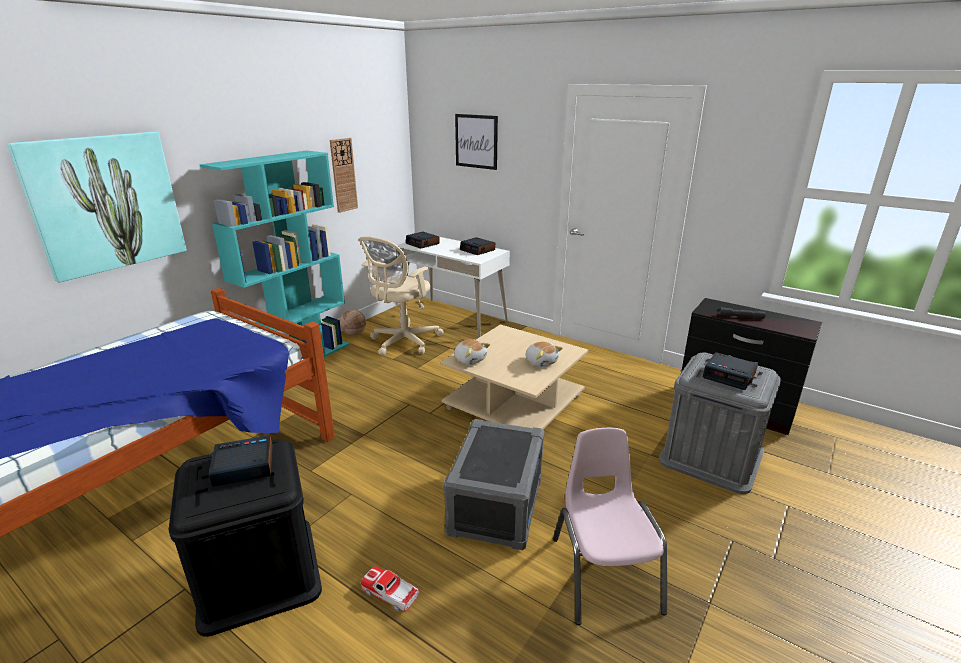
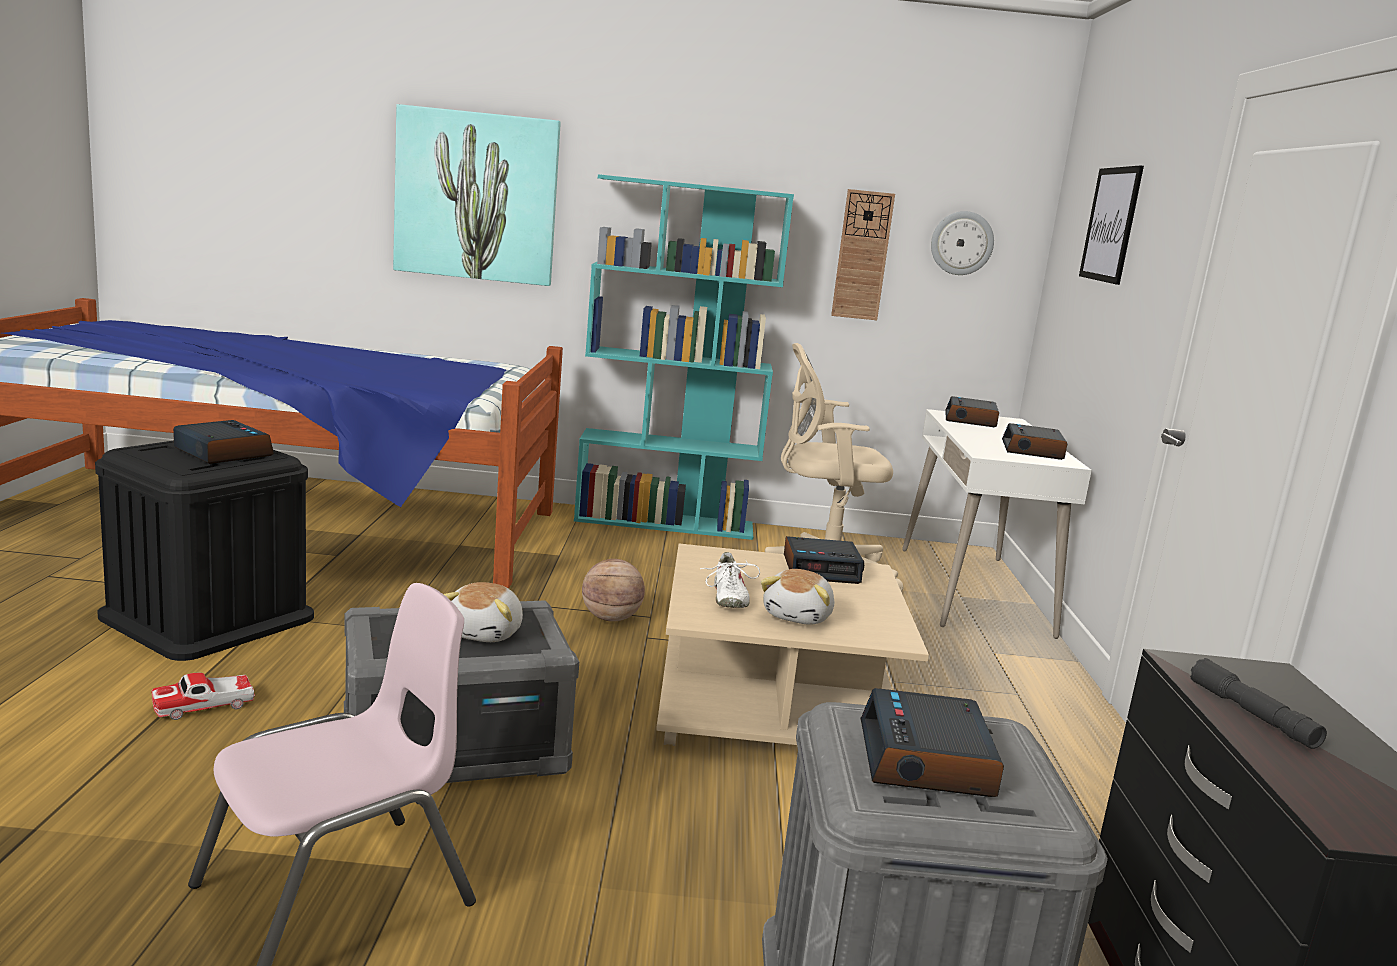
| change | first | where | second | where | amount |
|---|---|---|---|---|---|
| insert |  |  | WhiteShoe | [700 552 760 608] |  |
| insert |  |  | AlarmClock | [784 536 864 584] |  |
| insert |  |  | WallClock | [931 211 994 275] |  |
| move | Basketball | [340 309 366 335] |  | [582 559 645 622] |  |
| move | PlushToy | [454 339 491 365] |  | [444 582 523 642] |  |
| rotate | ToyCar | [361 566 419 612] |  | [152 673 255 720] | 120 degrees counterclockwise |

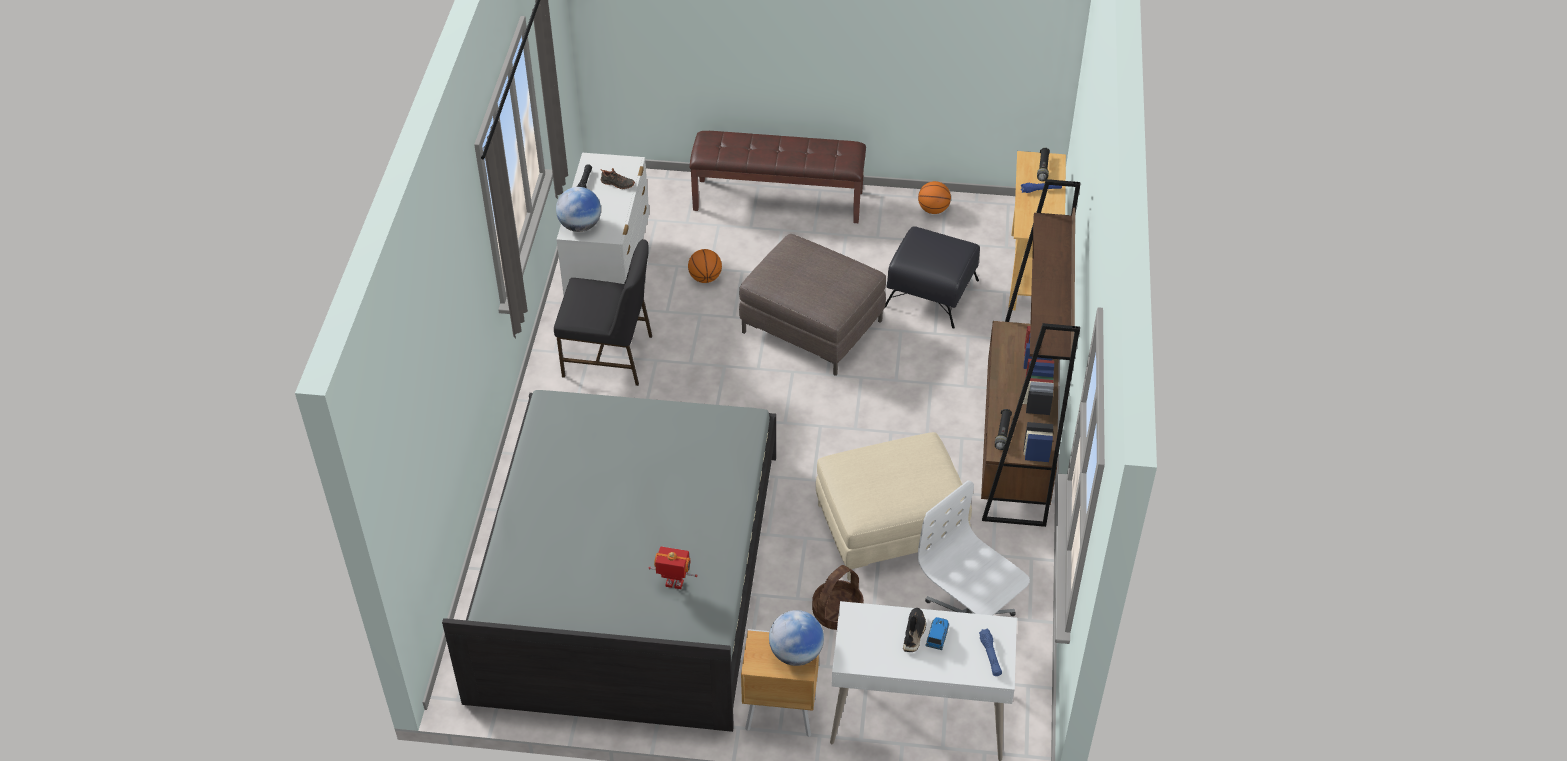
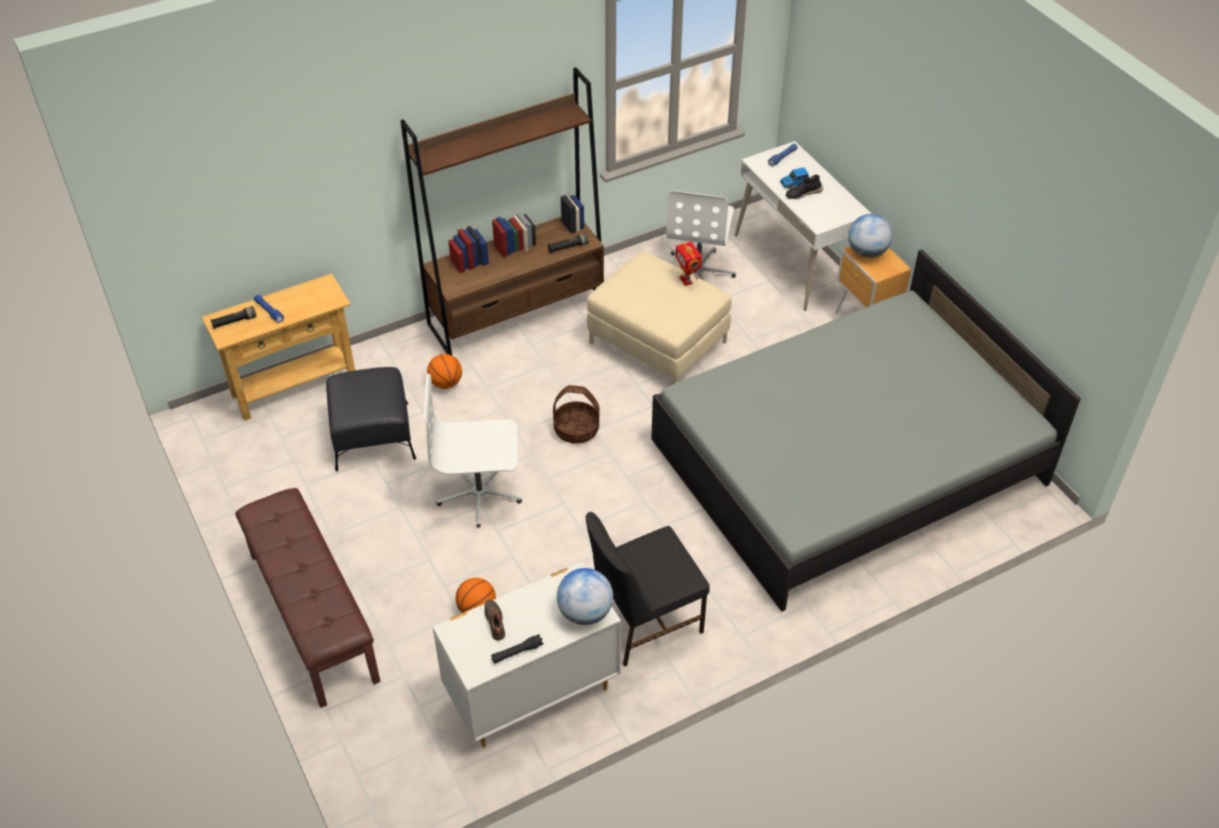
| change | first | where | second | where | amount |
|---|---|---|---|---|---|
| move | ToyRobot | [649 546 698 589] |  | [676 242 702 286] |  |
| move | Basket | [812 565 864 630] |  | [553 385 599 444] |  |
| move | Basketball | [918 181 951 214] |  | [427 354 462 389] |  |
| replace | BrownOttoman | [739 234 886 376] | WhiteOfficeChair | [424 374 522 528] |  |
| rotate | BlackChair | [554 239 652 386] |  | [586 512 710 667] | 90 degrees counterclockwise |

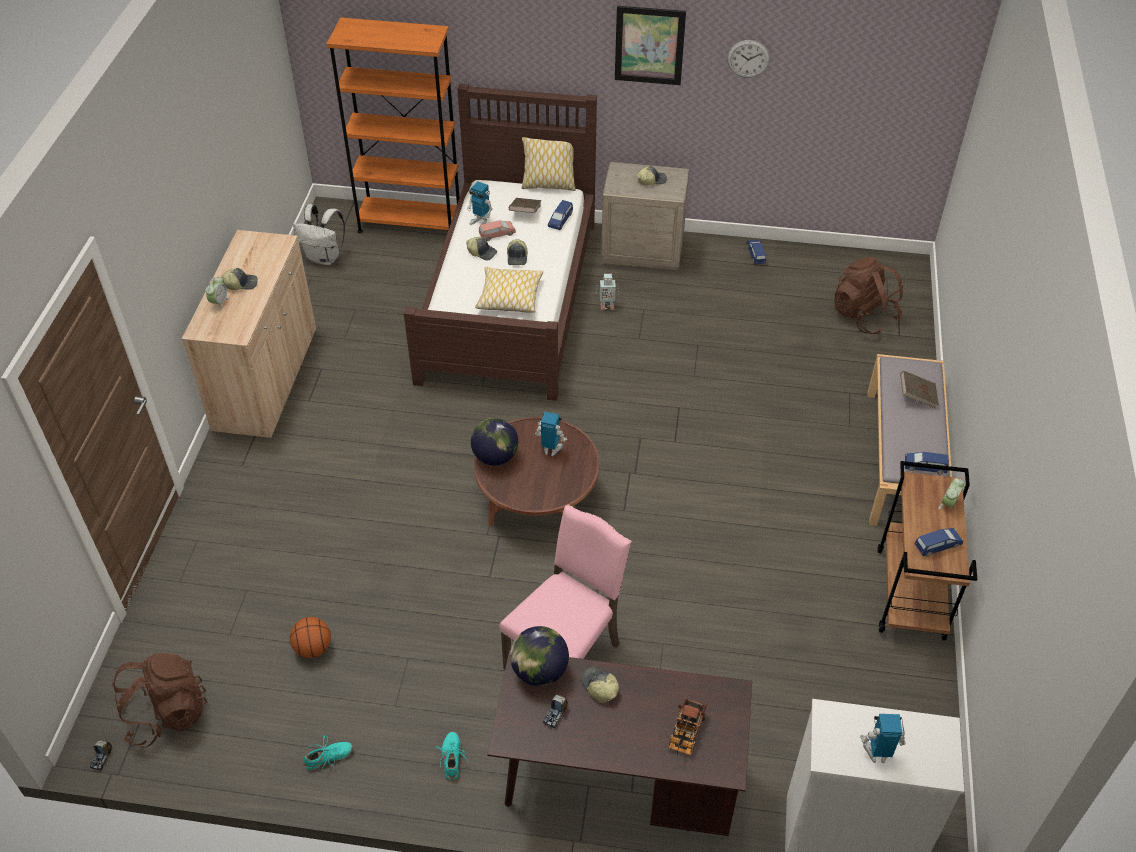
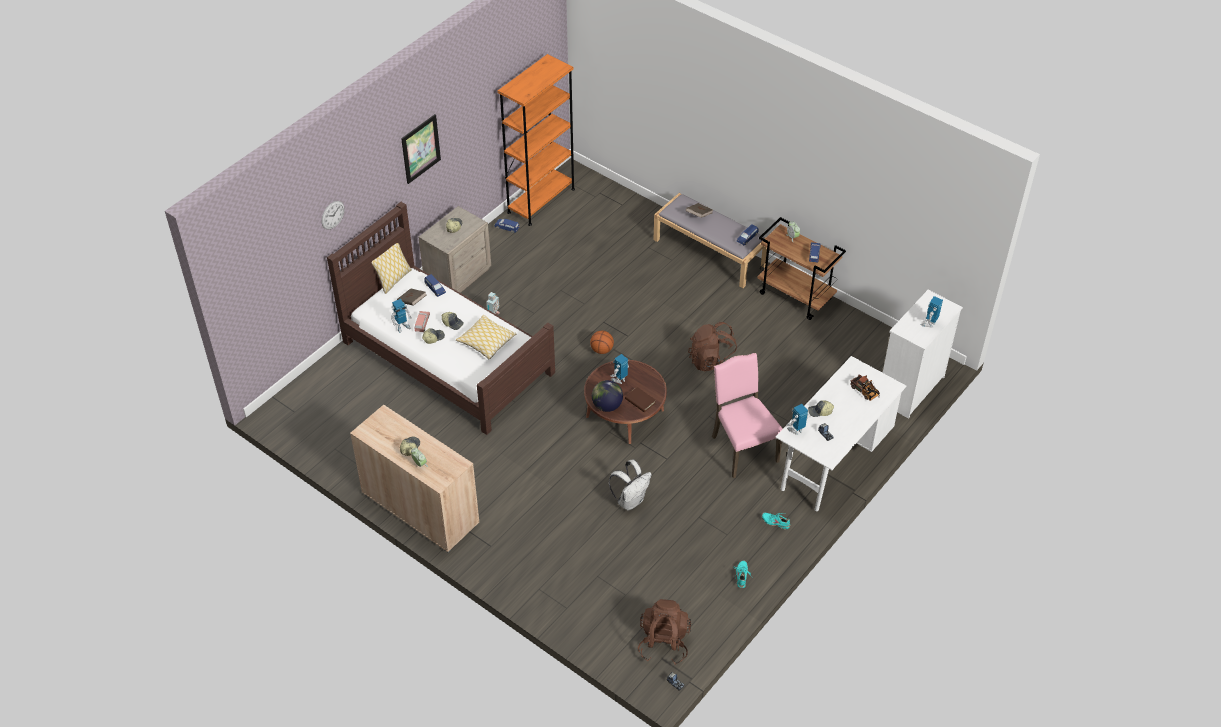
| change | first | where | second | where | amount |
|---|---|---|---|---|---|
| insert |  |  | BrownBook | [625 387 656 412] |  |
| move | Basketball | [290 617 331 658] |  | [590 331 614 354] |  |
| move | WhiteBackpack | [293 204 345 265] |  | [609 460 652 511] |  |
| move | OrangeBookcase | [326 17 460 233] |  | [498 54 575 226] |  |
| move | WallClock | [727 40 770 78] |  | [321 201 345 229] |  |
| move | BrownBackpack | [834 257 903 334] |  | [688 322 737 371] |  |
| replace | Globe | [510 626 569 686] | ToyRobot | [787 404 808 435] |  |
| recolor | BrownDesk | [487 649 752 836] | WhiteDesk | [775 356 907 511] |  |

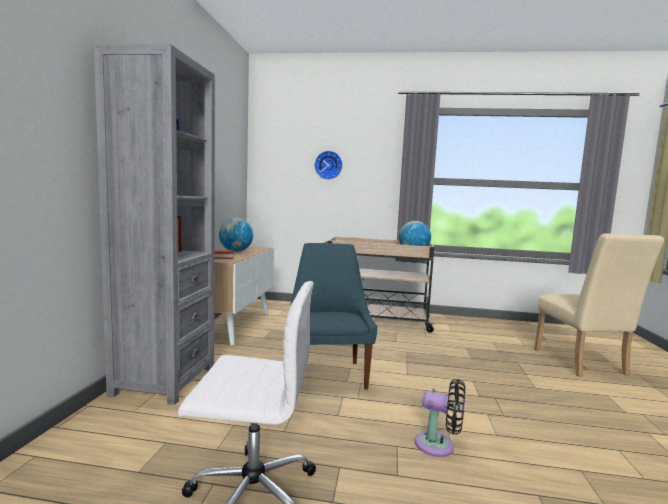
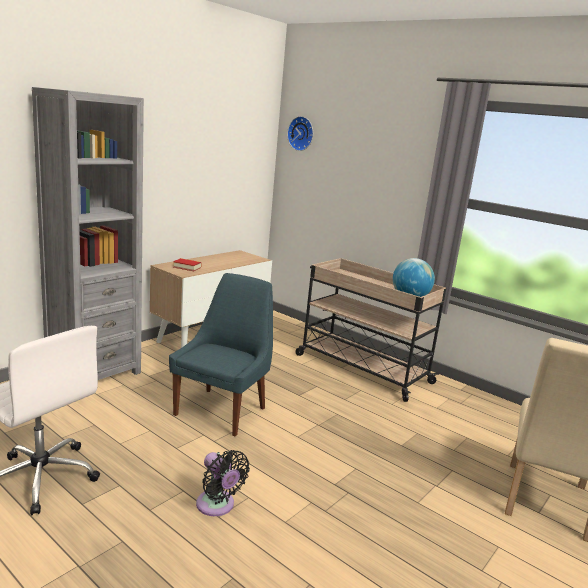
| change | first | where | second | where | amount |
|---|---|---|---|---|---|
| delete | Globe | [219 218 253 252] |  |  |  |
| move | WallClock | [314 151 343 180] |  | [287 116 313 151] |  |

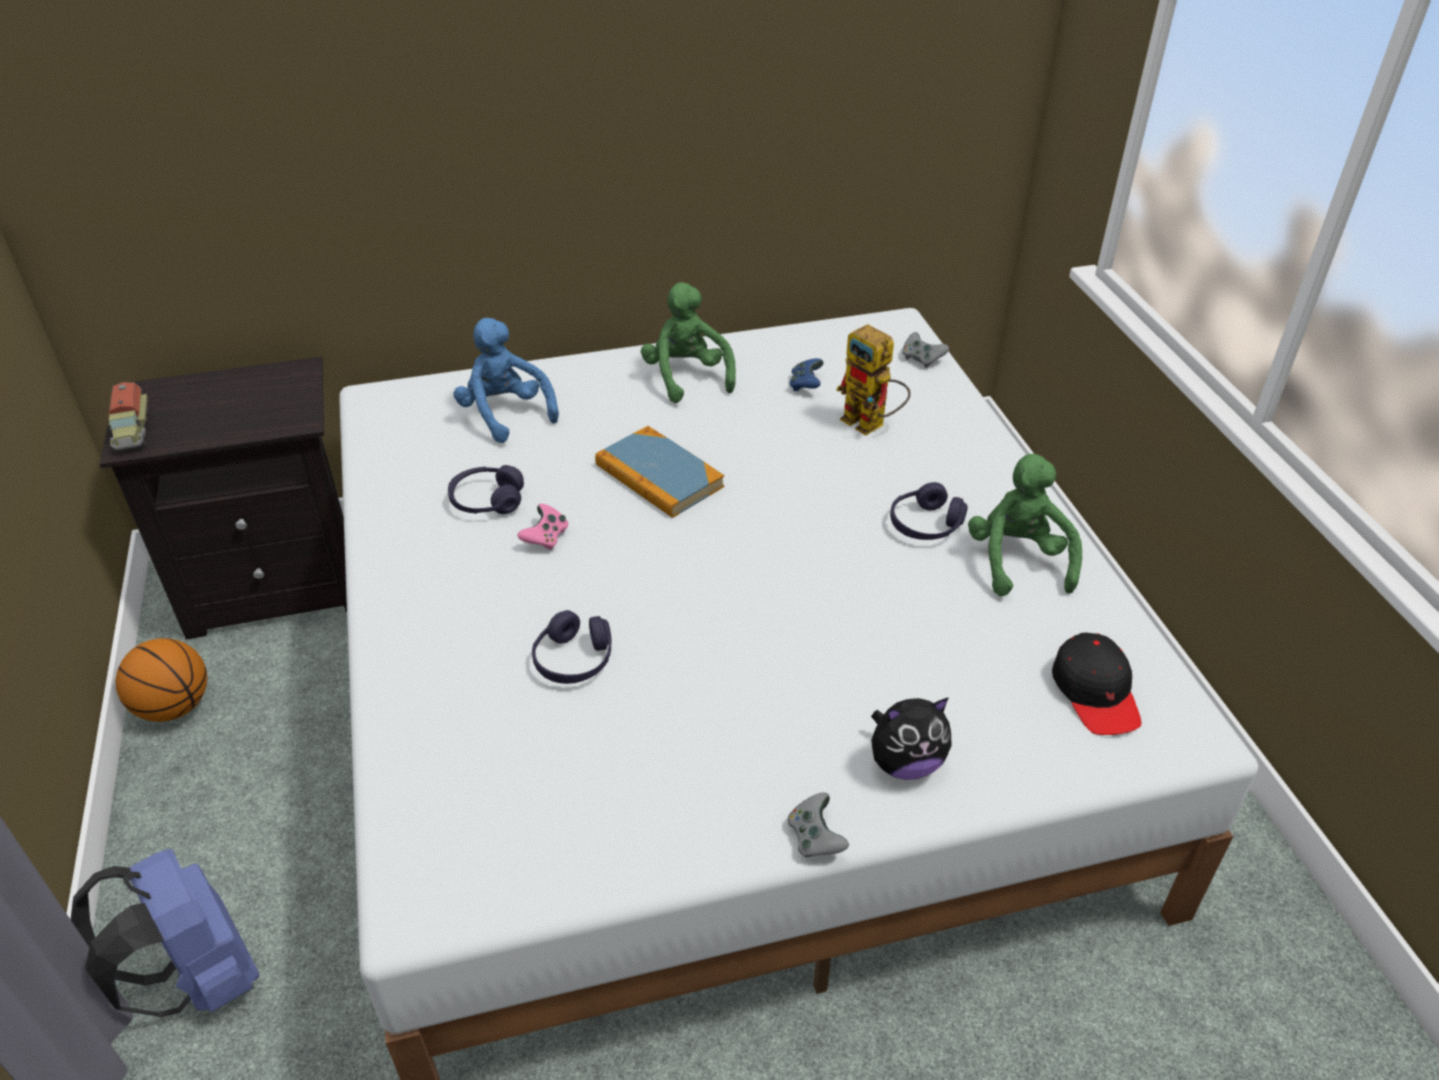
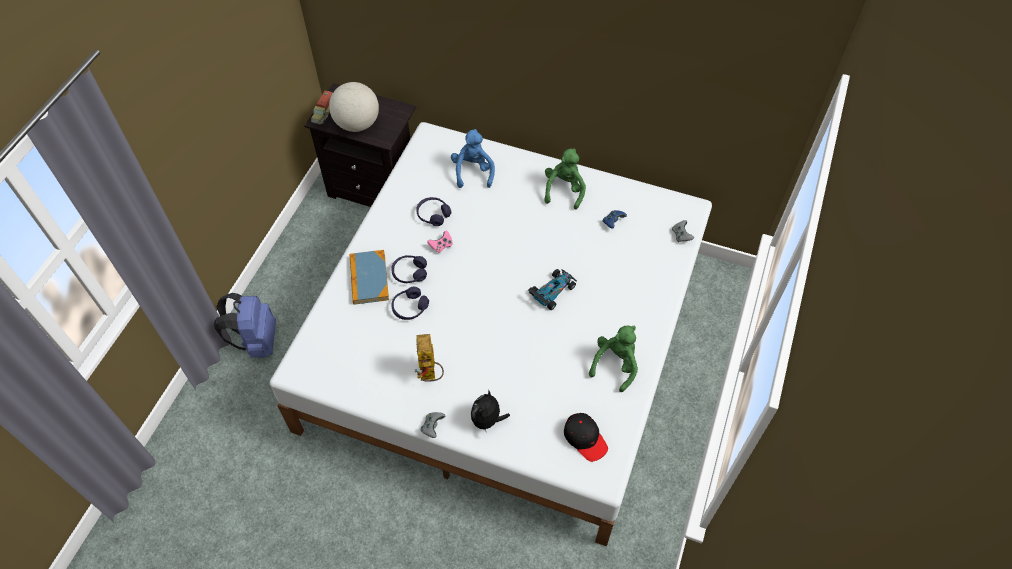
| change | first | where | second | where | amount |
|---|---|---|---|---|---|
| delete | Basketball | [116 638 207 722] |  |  |  |
| insert |  |  | Globe | [329 82 379 132] |  |
| insert |  |  | ToyCar | [528 269 577 310] |  |
| move | Book | [595 426 724 518] |  | [350 250 389 305] |  |
| move | ToyRobot | [837 324 911 435] |  | [414 334 444 382] |  |
| move | PurpleHeadphones | [890 482 968 540] |  | [391 255 427 283] |  |
| rotate | PlushToy | [871 697 952 780] |  | [471 390 510 433] | 90 degrees clockwise |
| rotate | BlackCap | [1052 633 1141 735] |  | [564 413 608 462] | 60 degrees counterclockwise |

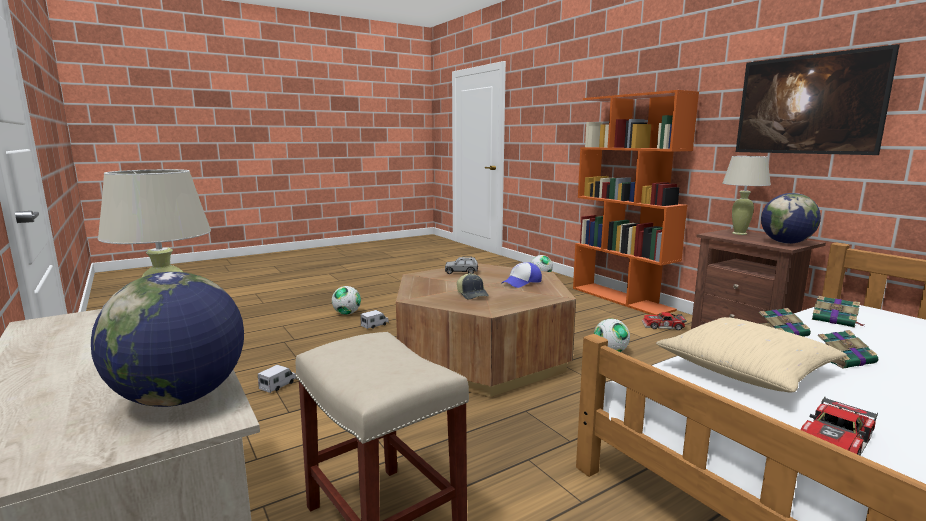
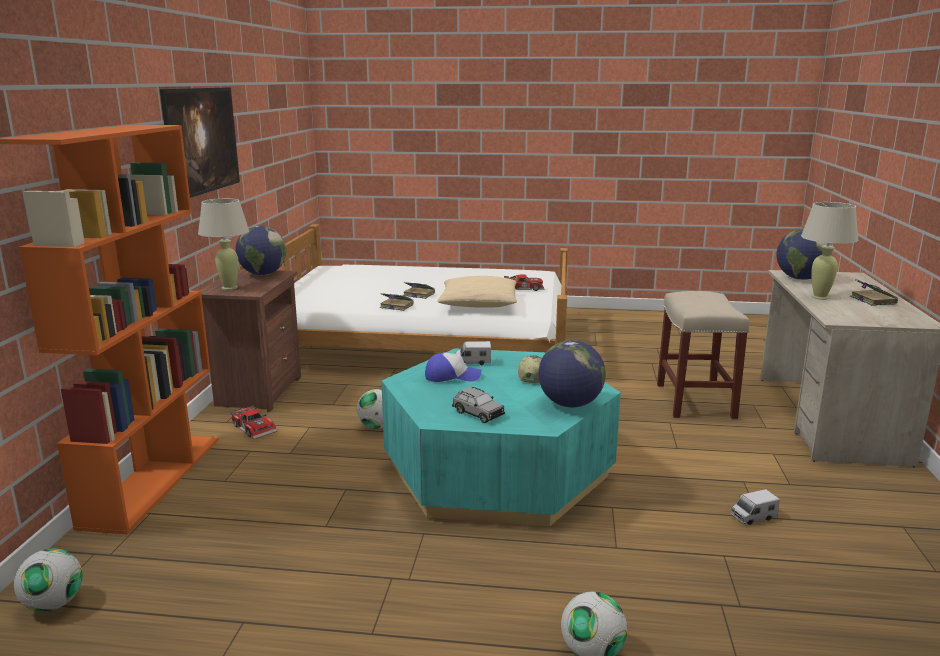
| change | first | where | second | where | amount |
|---|---|---|---|---|---|
| insert |  |  | Globe | [538 340 606 407] |  |
| move | ToyTruck | [360 310 389 329] |  | [455 341 491 365] |  |
| move | Book | [812 296 864 328] |  | [850 279 898 306] |  |
| recolor | BrownCoffeeTable | [396 263 576 397] | TurquoiseCoffeeTable | [381 348 621 526] |  |

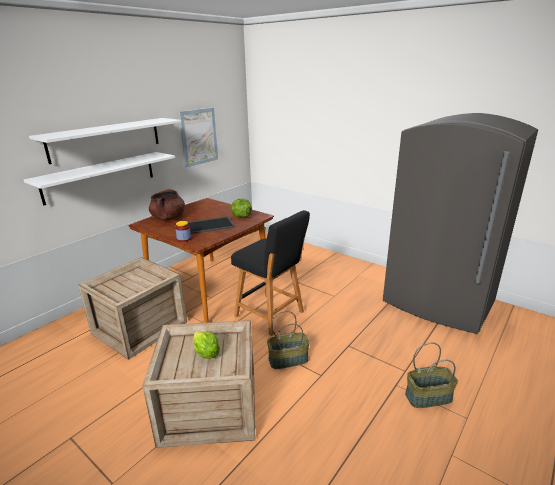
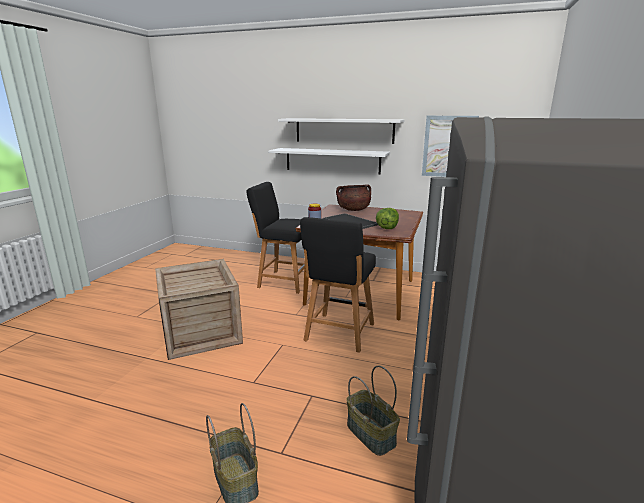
| change | first | where | second | where | amount |
|---|---|---|---|---|---|
| delete | Lettuce | [193 331 220 359] |  |  |  |
| move | Basket | [267 311 310 369] |  | [347 366 400 456] |  |
| replace | Crate | [78 257 187 360] | BlackStool | [247 182 305 294] |  |

